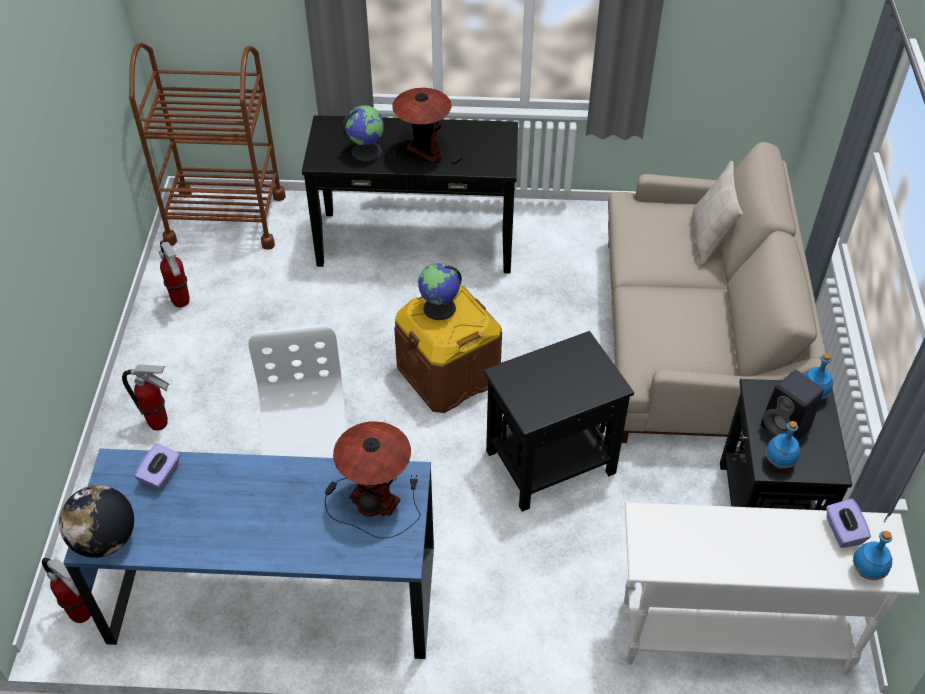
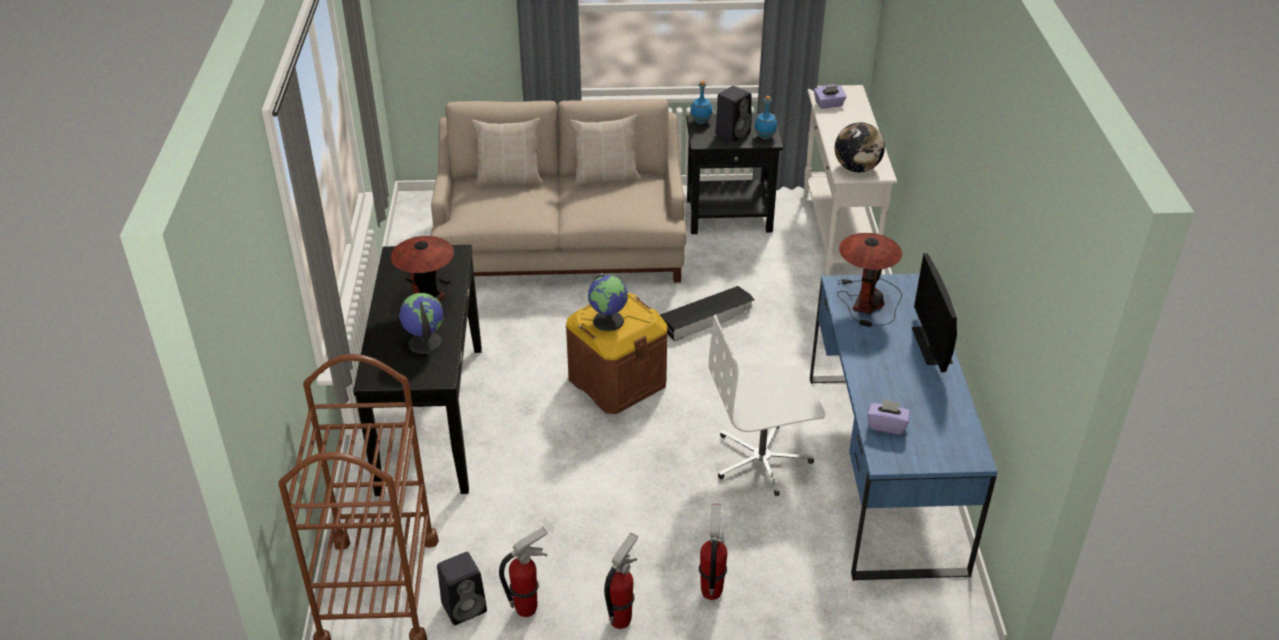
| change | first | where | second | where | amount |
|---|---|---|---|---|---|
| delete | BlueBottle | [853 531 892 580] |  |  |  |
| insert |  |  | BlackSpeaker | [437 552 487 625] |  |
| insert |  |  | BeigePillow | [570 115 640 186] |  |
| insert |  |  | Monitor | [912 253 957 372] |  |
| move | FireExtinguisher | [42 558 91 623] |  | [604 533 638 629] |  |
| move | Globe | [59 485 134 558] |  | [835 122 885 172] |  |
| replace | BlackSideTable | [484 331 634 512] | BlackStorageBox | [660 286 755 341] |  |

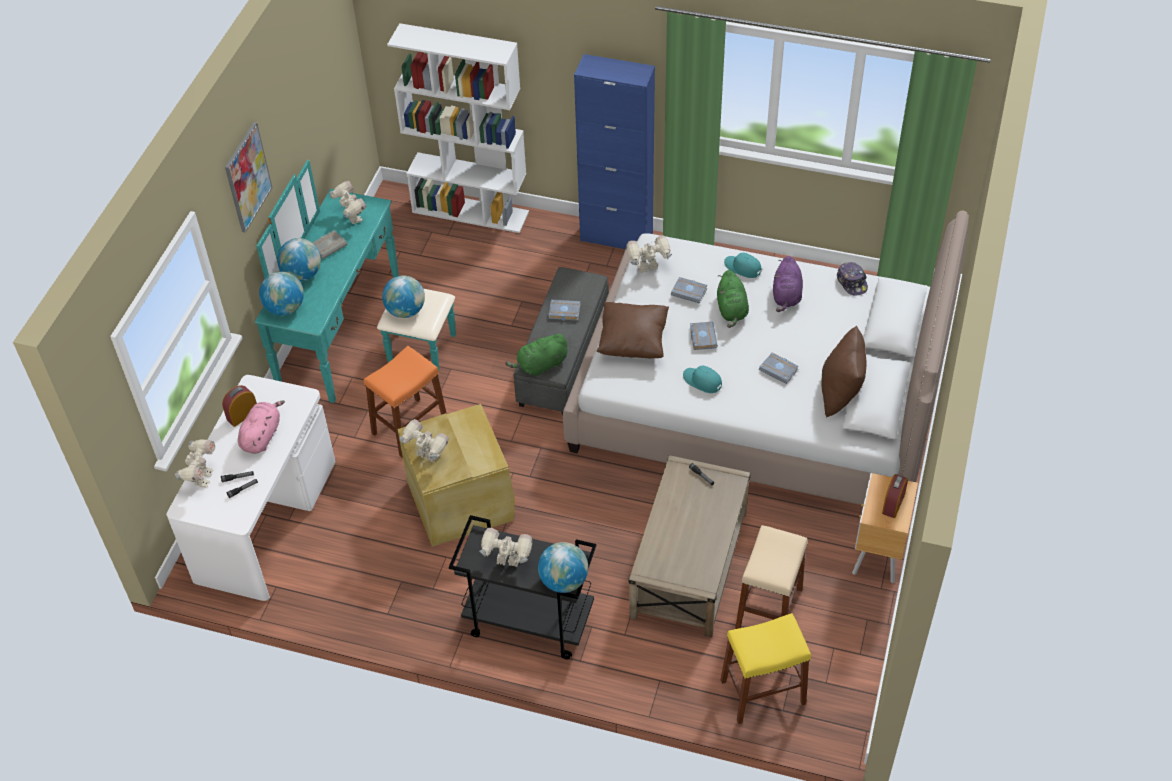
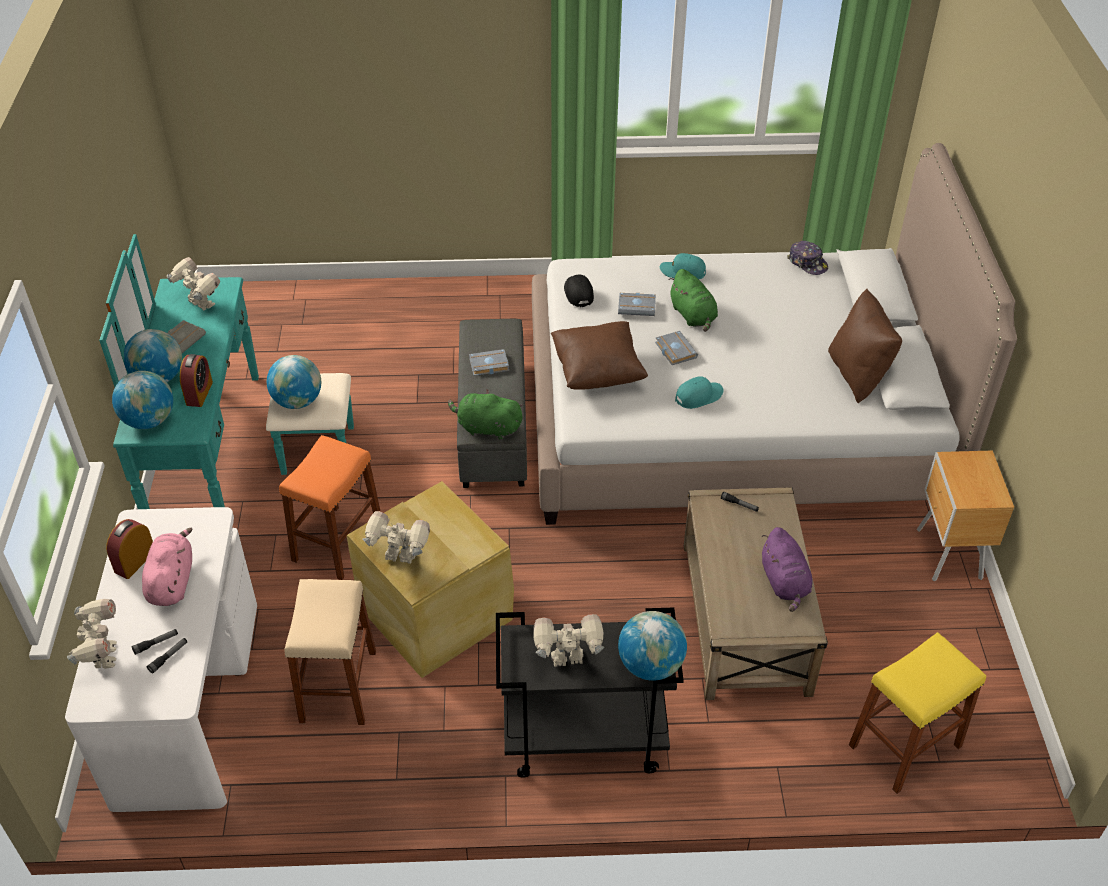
| change | first | where | second | where | amount |
|---|---|---|---|---|---|
| delete | Picture | [225 122 273 233] |  |  |  |
| delete | WhiteBookcase | [387 23 529 233] |  |  |  |
| delete | BlueCabinet | [574 54 655 249] |  |  |  |
| delete | GreyBook | [759 353 799 384] |  |  |  |
| move | BeigeStool | [735 525 808 629] |  | [285 579 376 725] |  |
| move | PurplePlushToy | [773 256 803 312] |  | [761 527 813 612] |  |
| move | AlarmClock | [882 474 908 518] |  | [180 354 213 407] |  |
| replace | ToyRobot | [626 236 672 273] | BlackCap | [564 275 594 307] |  |
| rotate | GreenPlushToy | [505 333 567 377] |  | [448 389 523 440] | 60 degrees clockwise |
| rotate | TurquoiseCap | [683 366 722 393] |  | [675 376 724 409] | 135 degrees clockwise |

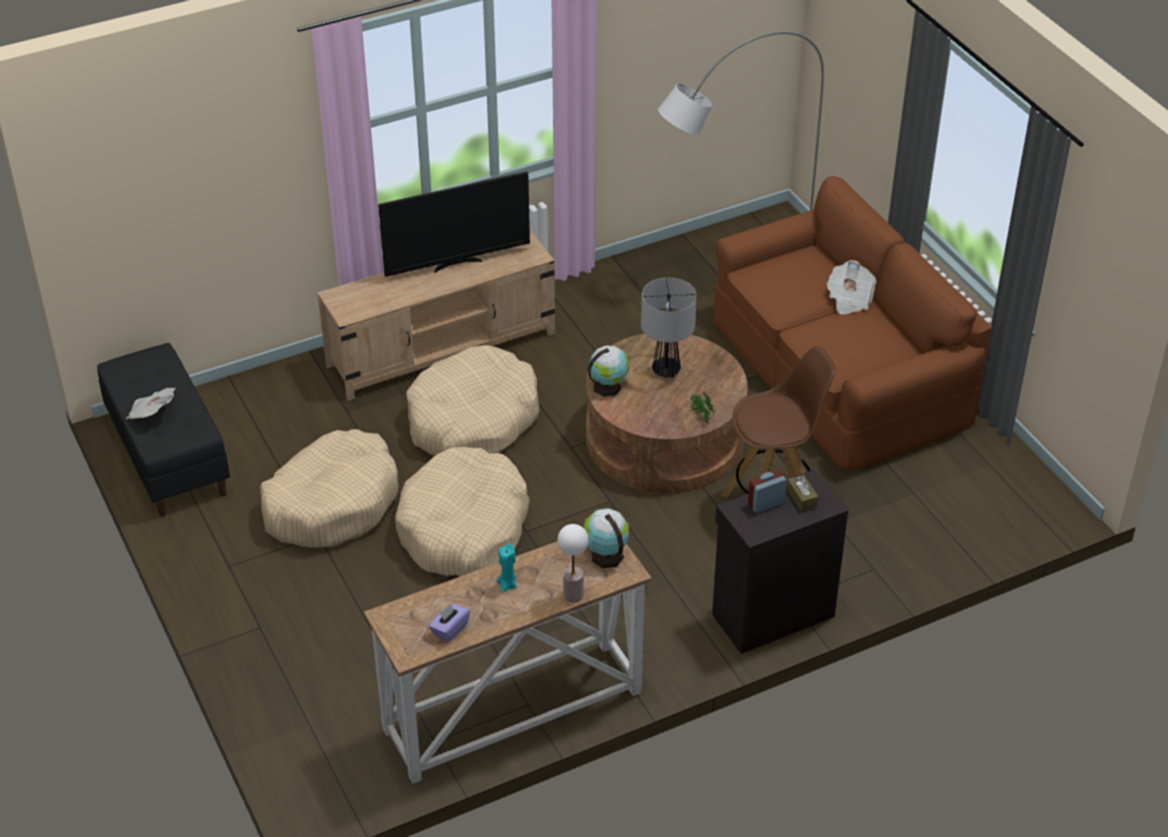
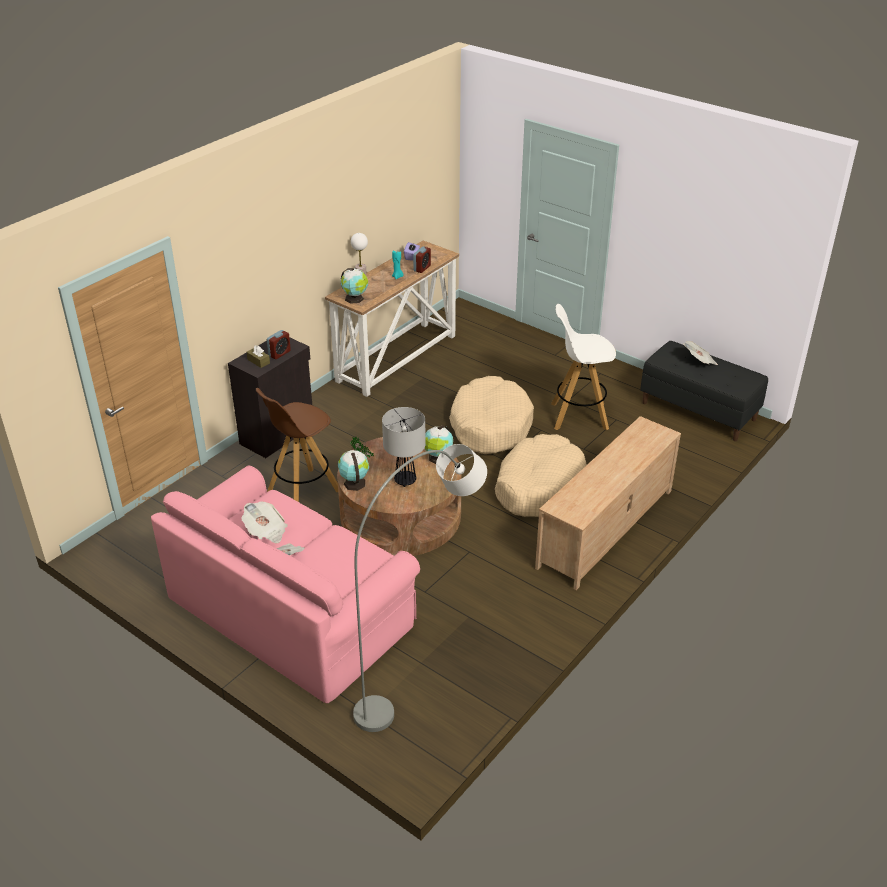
| change | first | where | second | where | amount |
|---|---|---|---|---|---|
| delete | Television | [378 171 530 277] |  |  |  |
| insert |  |  | Newspaper | [241 502 288 544] |  |
| insert |  |  | Globe | [338 450 369 491] |  |
| insert |  |  | AlarmClock | [413 247 431 273] |  |
| replace | BeigeDogBed | [260 429 398 548] | WhiteStool | [551 304 616 430] |  |
| recolor | BrownSofa | [713 176 992 471] | PinkSofa | [151 465 420 703] |  |

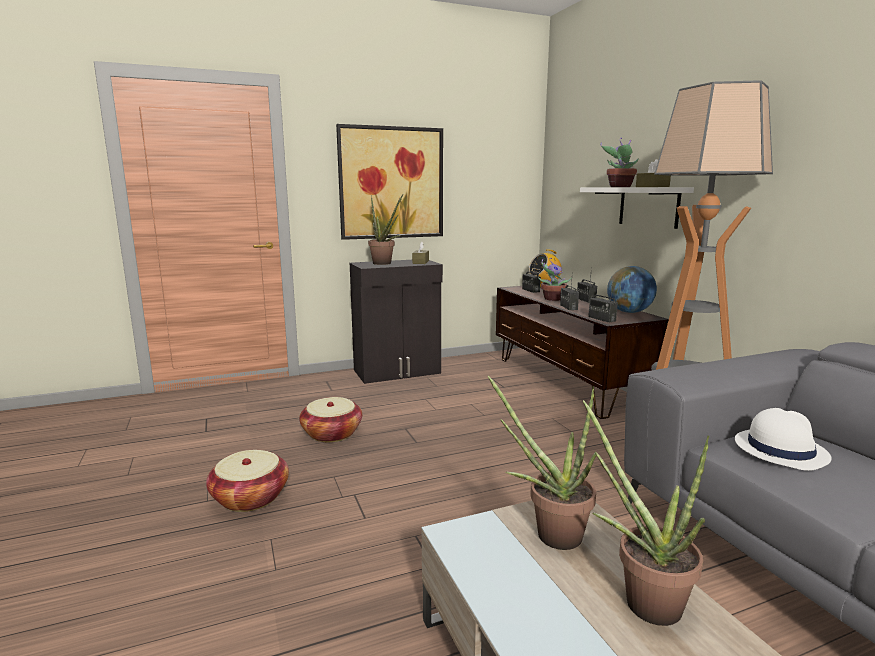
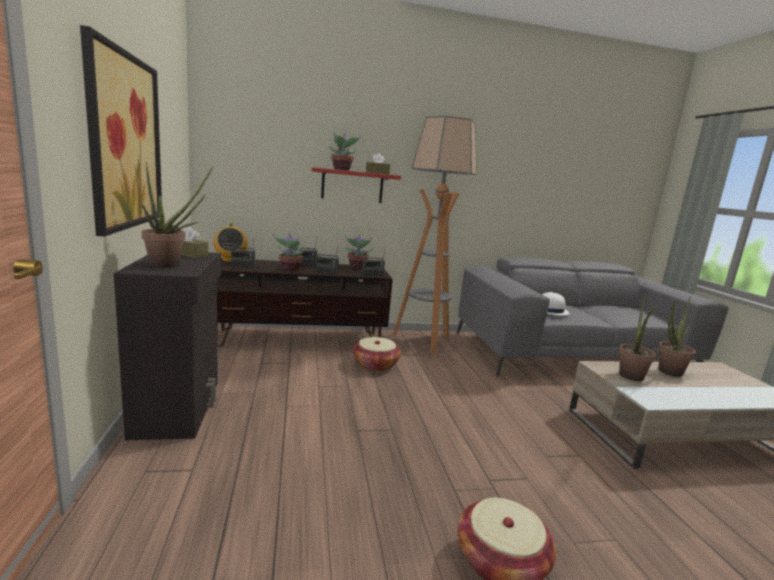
| change | first | where | second | where | amount |
|---|---|---|---|---|---|
| move | Basket | [299 397 362 442] |  | [353 337 401 372] |  |
| replace | Globe | [607 266 657 313] | PottedPlant | [345 232 373 268] |  |
| recolor | WhiteShelf | [580 187 694 229] | RedShelf | [311 167 401 203] |  |

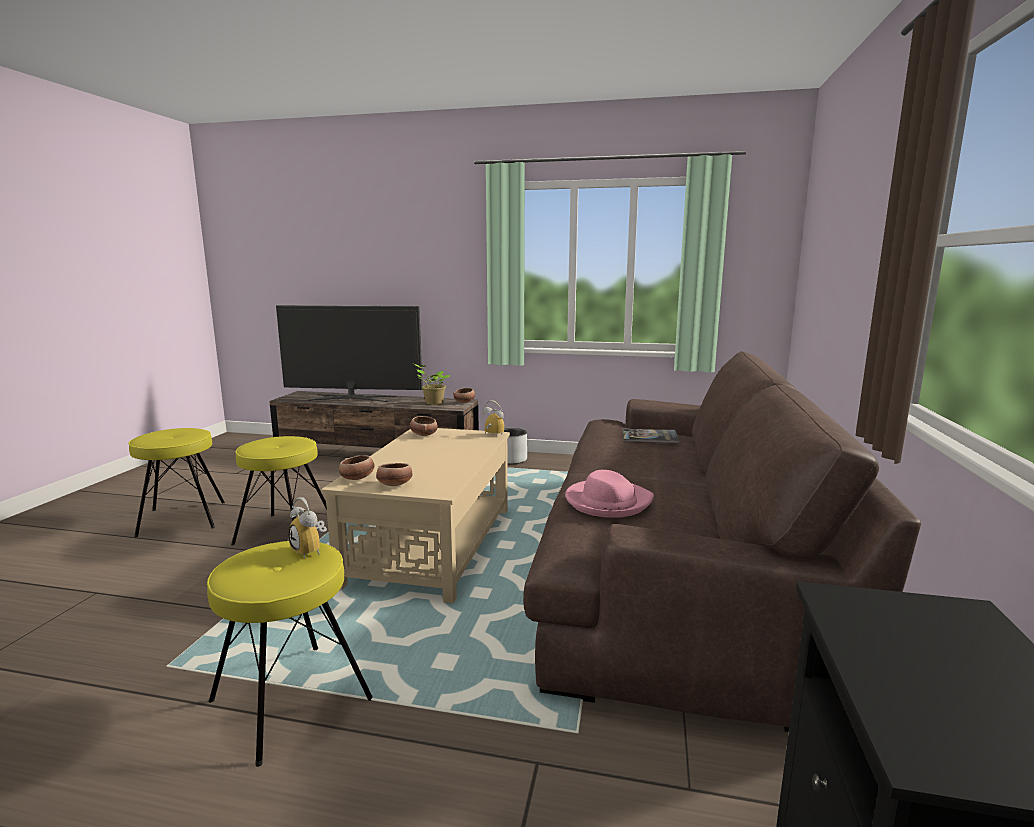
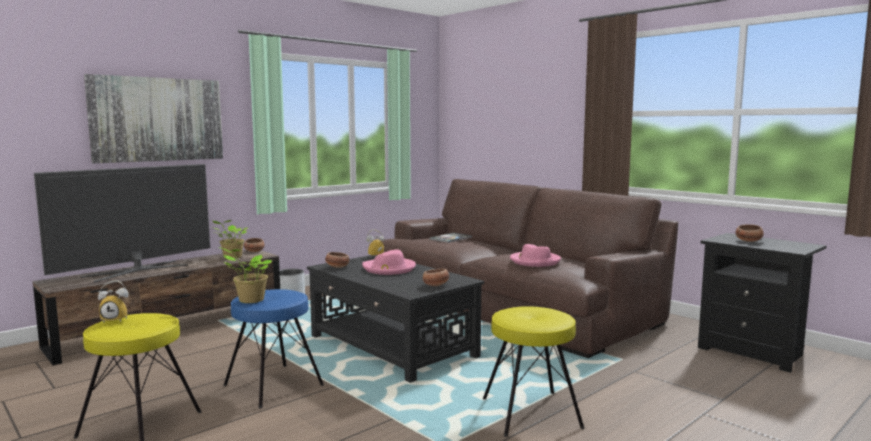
| change | first | where | second | where | amount |
|---|---|---|---|---|---|
| insert |  |  | Picture | [84 74 223 163] |  |
| insert |  |  | PottedPlant | [218 247 272 303] |  |
| insert |  |  | PinkHat | [362 250 416 275] |  |
| move | AlarmClock | [288 497 327 558] |  | [98 280 129 322] |  |
| move | Bowl | [339 455 375 480] |  | [735 224 764 242] |  |
| recolor | YellowStool | [231 436 327 546] | BlueStool | [223 289 324 408] |  |
| recolor | BeigeCoffeeTable | [321 428 510 603] | BlackCoffeeTable | [307 255 484 383] |  |

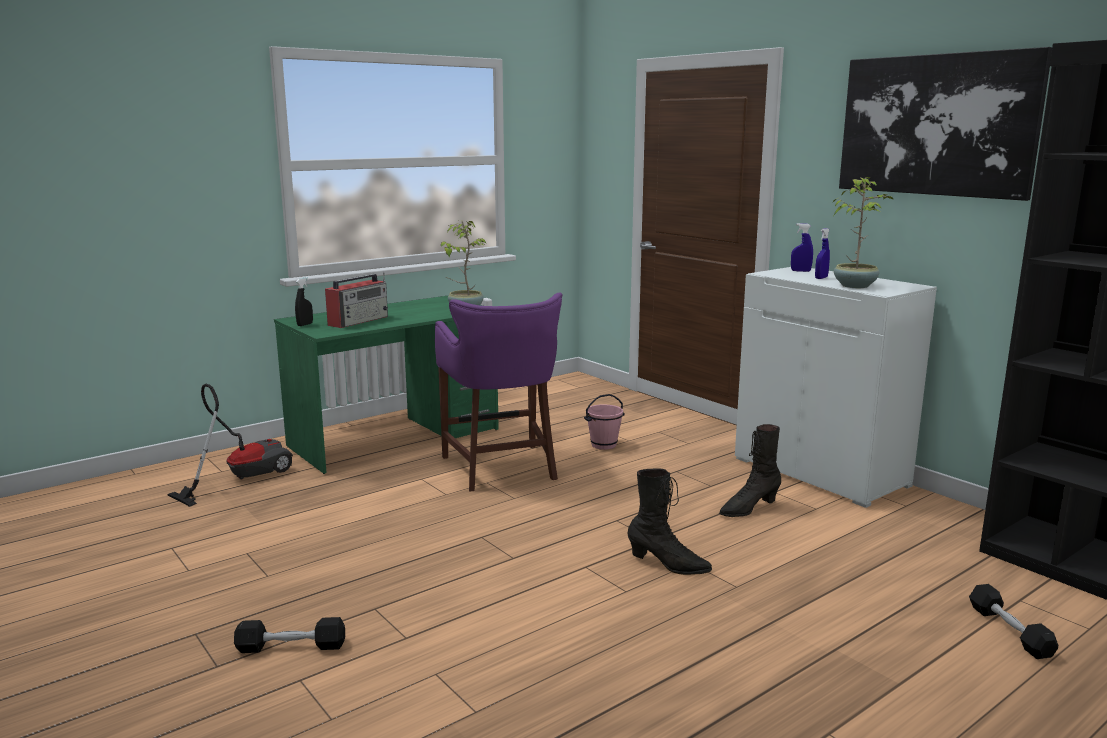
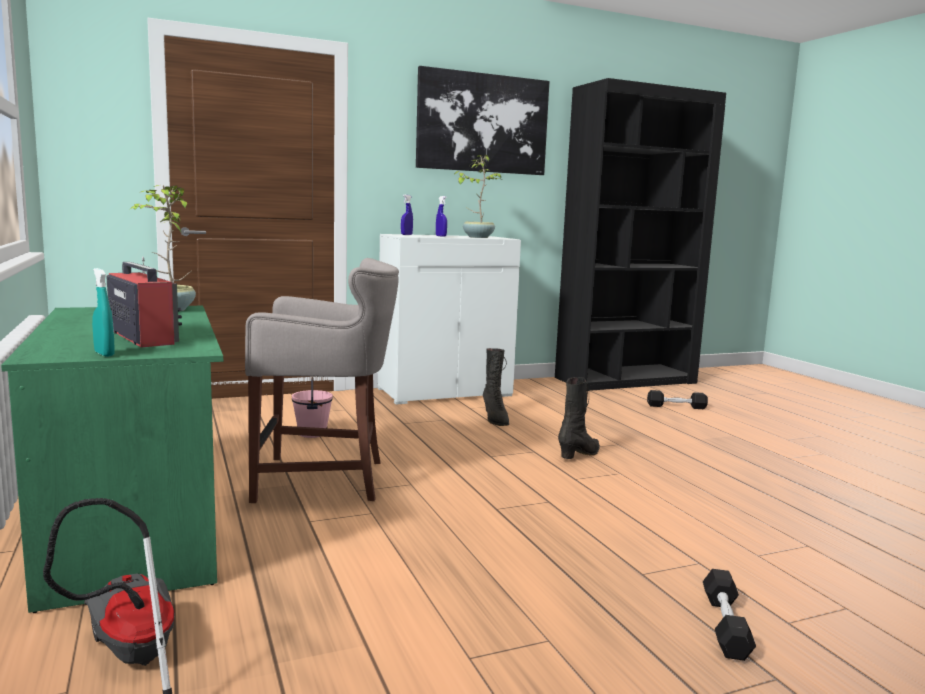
| change | first | where | second | where | amount |
|---|---|---|---|---|---|
| recolor | BlackSprayBottle | [295 278 313 326] | TurquoiseSprayBottle | [92 268 115 357] |  |
| recolor | PurpleStool | [435 293 563 492] | GreyStool | [245 258 399 503] |  |

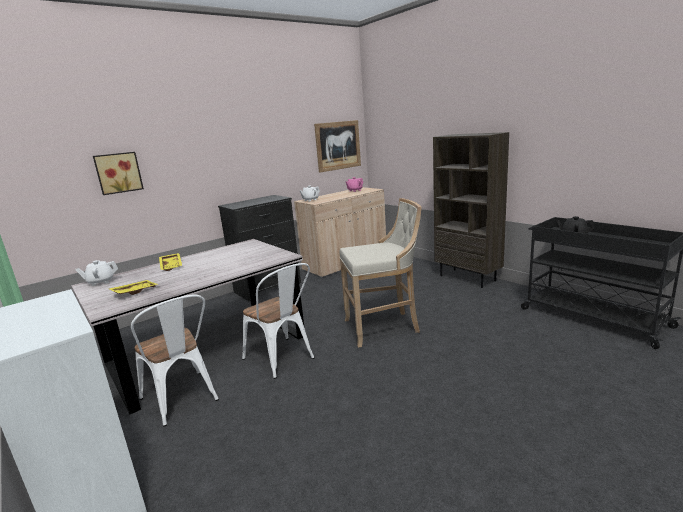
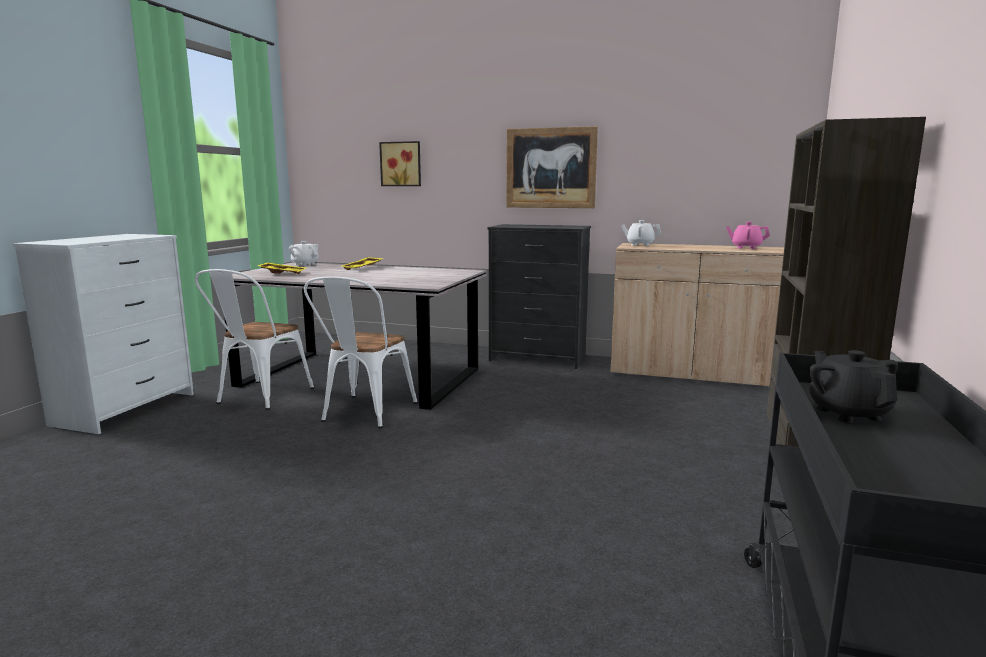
| change | first | where | second | where | amount |
|---|---|---|---|---|---|
| delete | BeigeStool | [339 198 422 348] |  |  |  |
| move | Picture | [314 120 361 173] |  | [506 126 598 208] |  |

